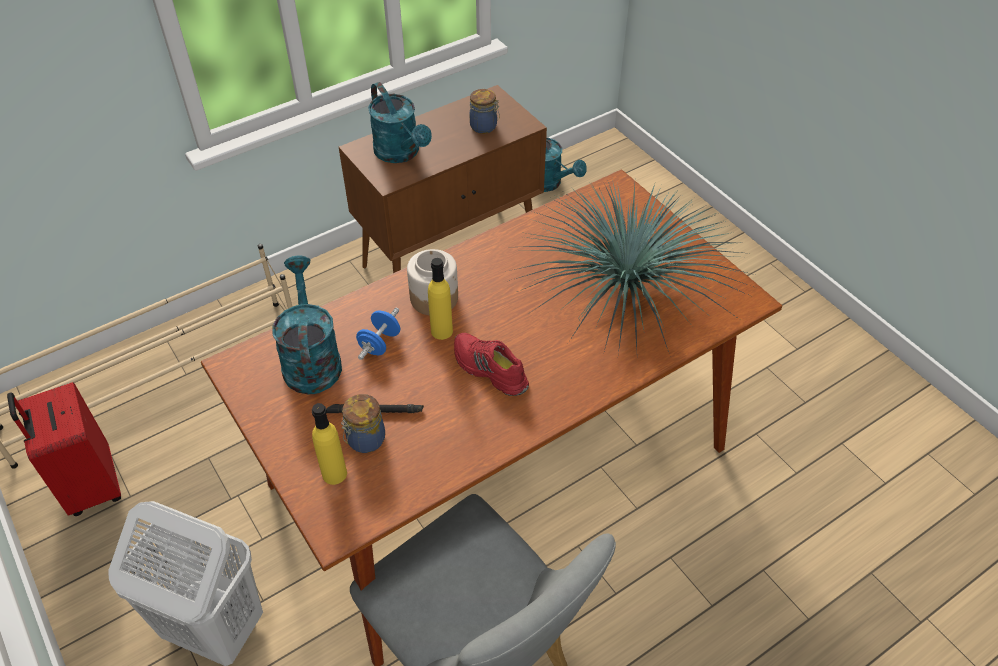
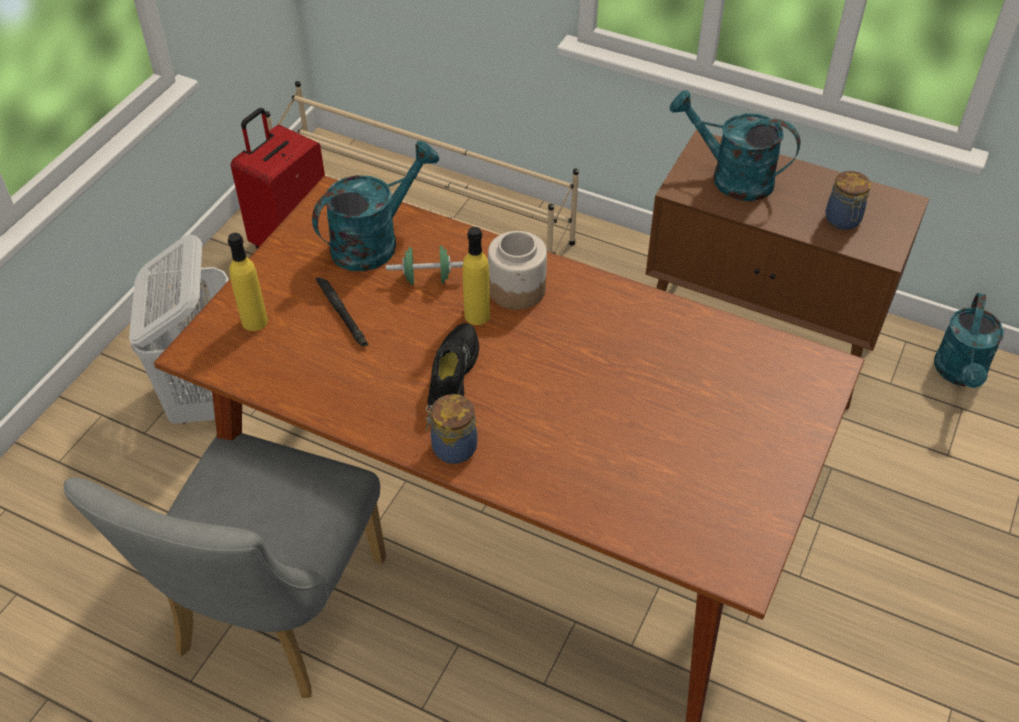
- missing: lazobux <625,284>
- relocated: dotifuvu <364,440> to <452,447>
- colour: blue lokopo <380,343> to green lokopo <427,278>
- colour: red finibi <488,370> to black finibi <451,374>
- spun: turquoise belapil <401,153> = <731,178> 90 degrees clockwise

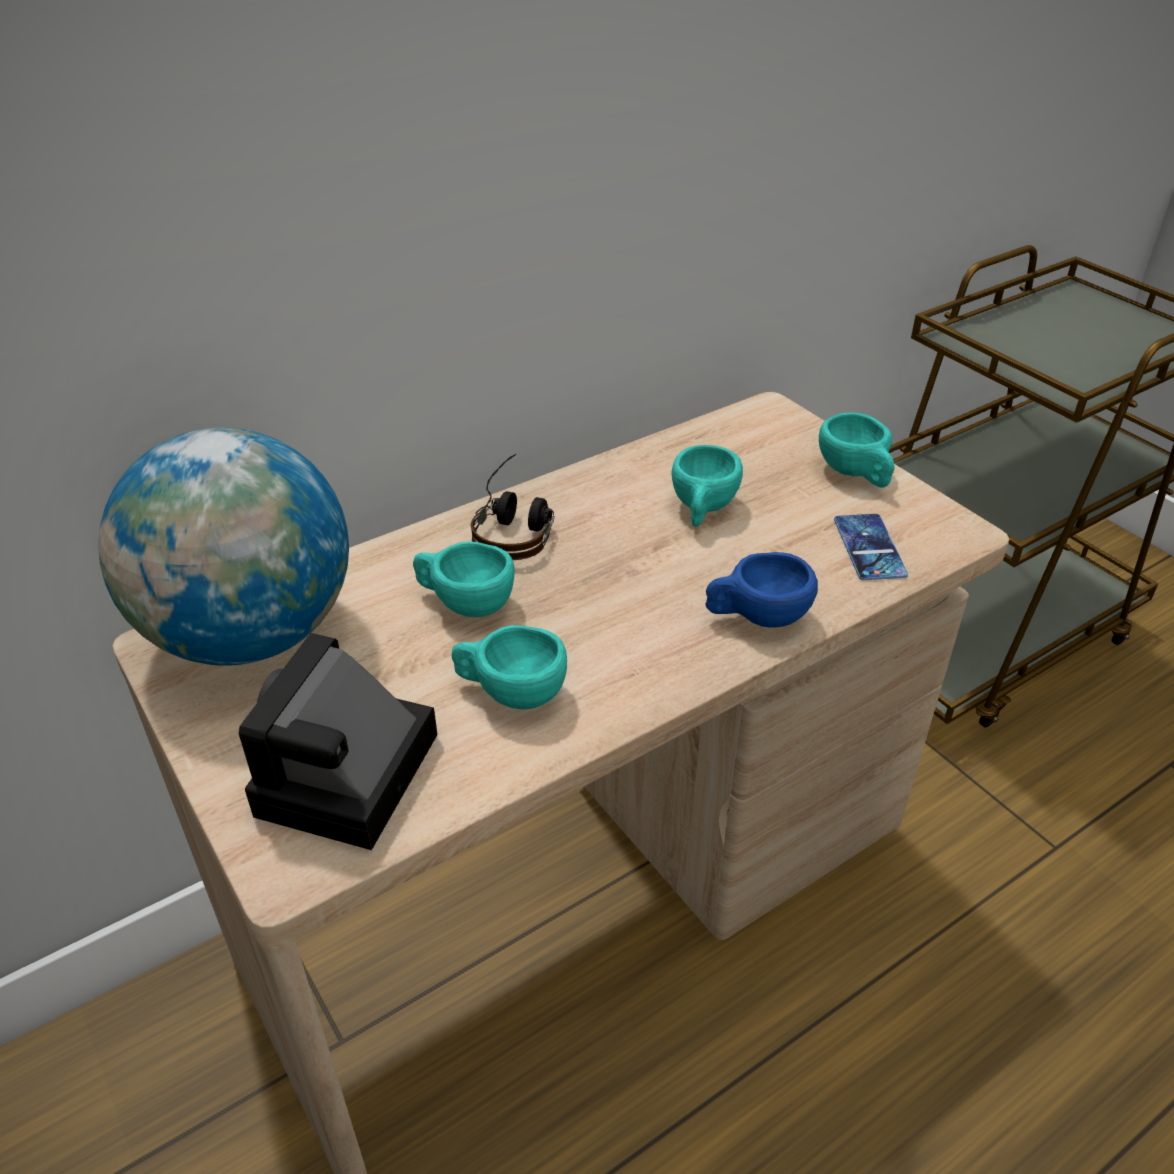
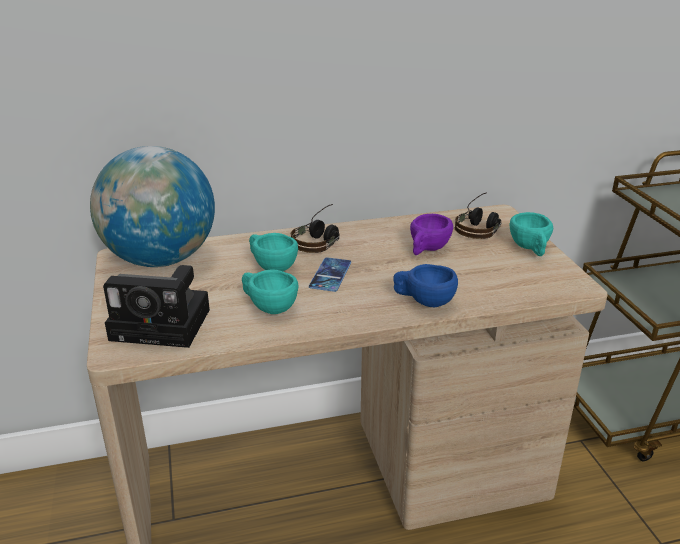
- appeared: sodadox <479,226>
- relocated: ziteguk <869,547> to <330,275>
- colour: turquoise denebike <702,509> to purple denebike <427,250>
- spun: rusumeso <346,781> = <165,324> 120 degrees counterclockwise

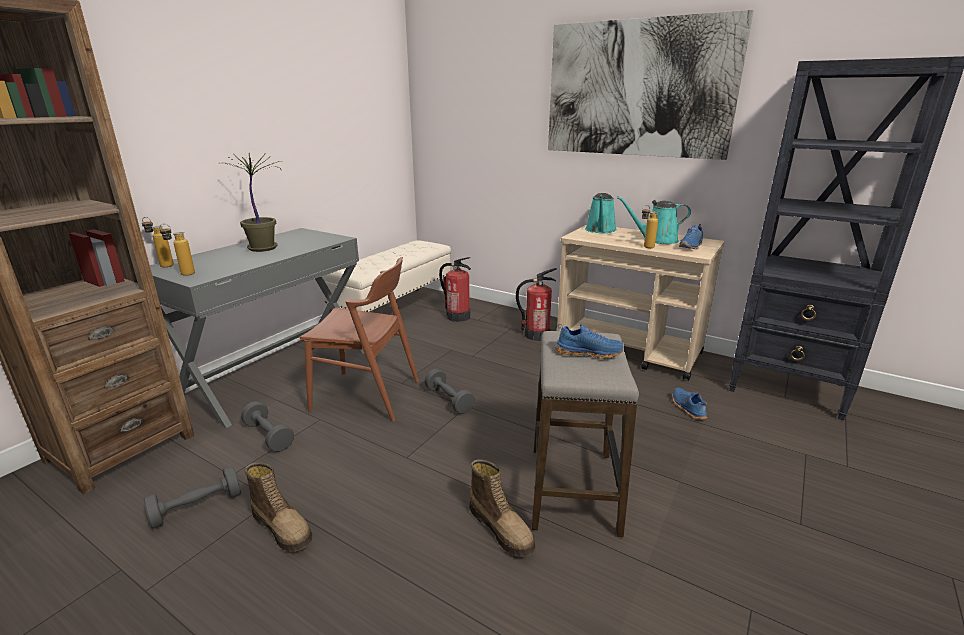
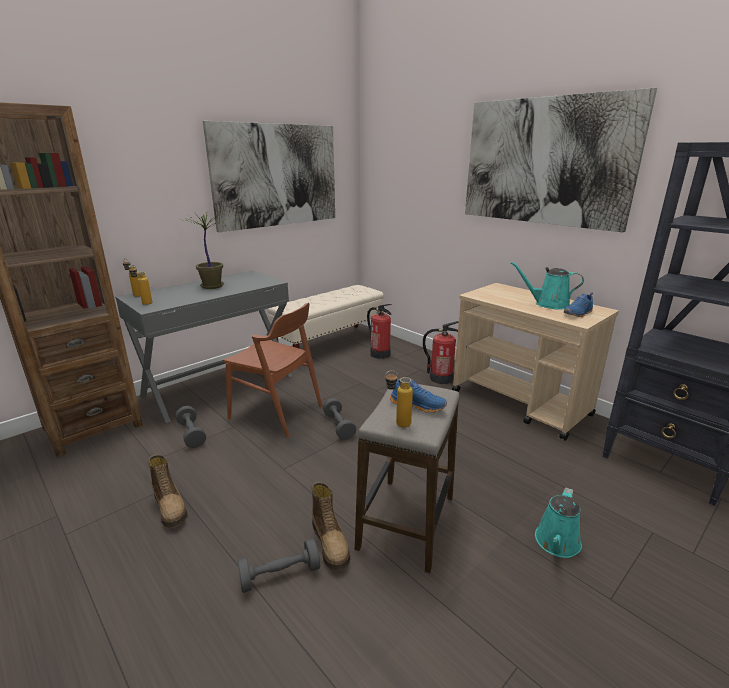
- missing: blue finibi <687,408>
- appeared: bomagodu <276,176>
- relocated: grey lokopo <197,508> to <280,575>
- relocated: turquoise belapil <600,230> to <556,544>
- relocated: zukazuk <645,247> to <397,424>

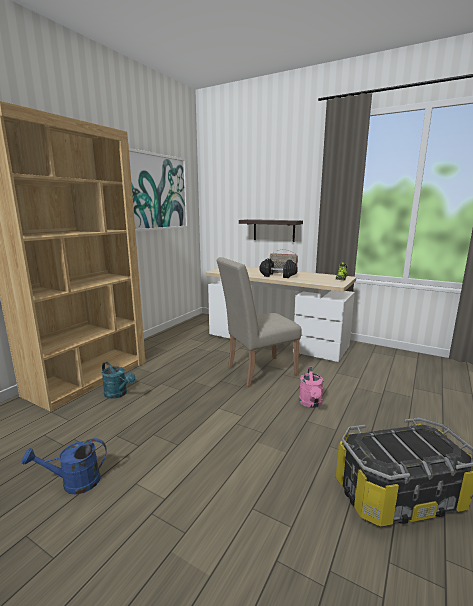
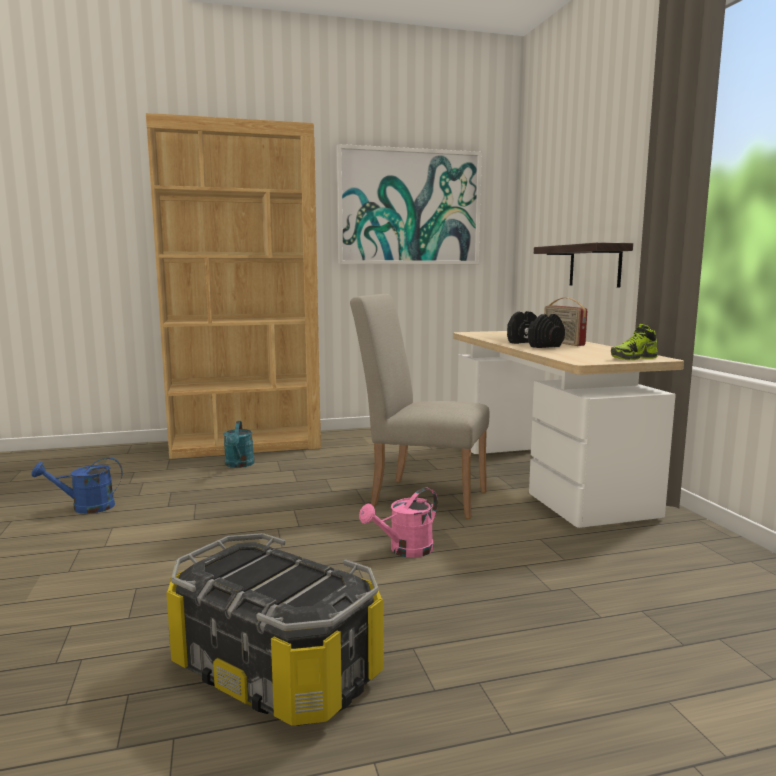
- spun: blue belapil <74,483> = <85,507> 45 degrees counterclockwise

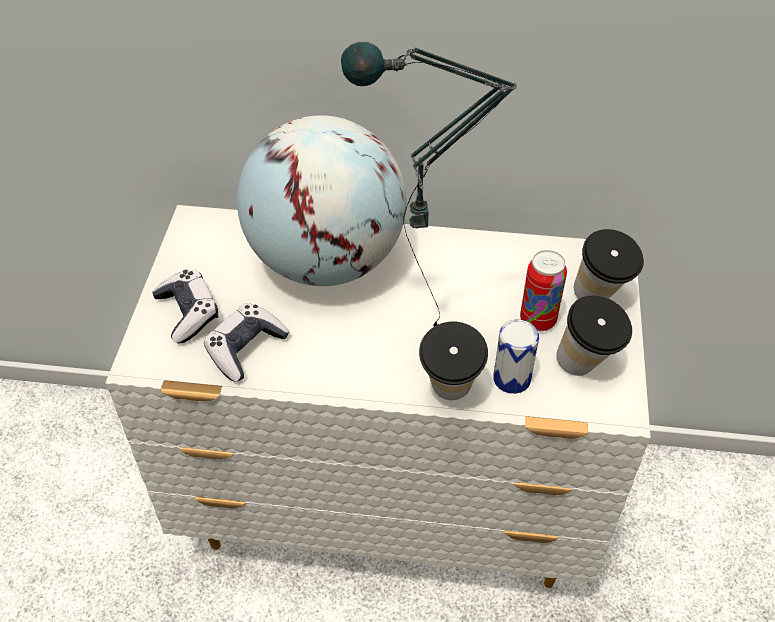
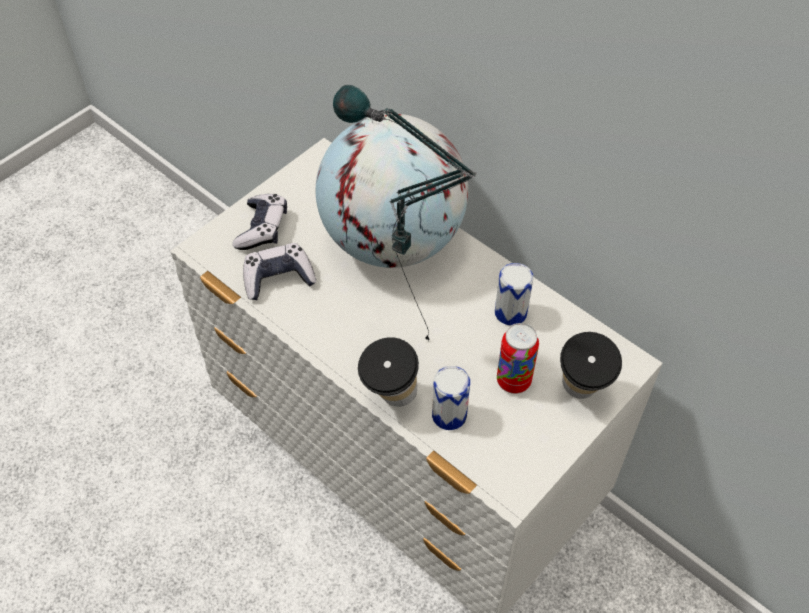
- missing: denebike <585,369>
- appeared: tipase <510,312>

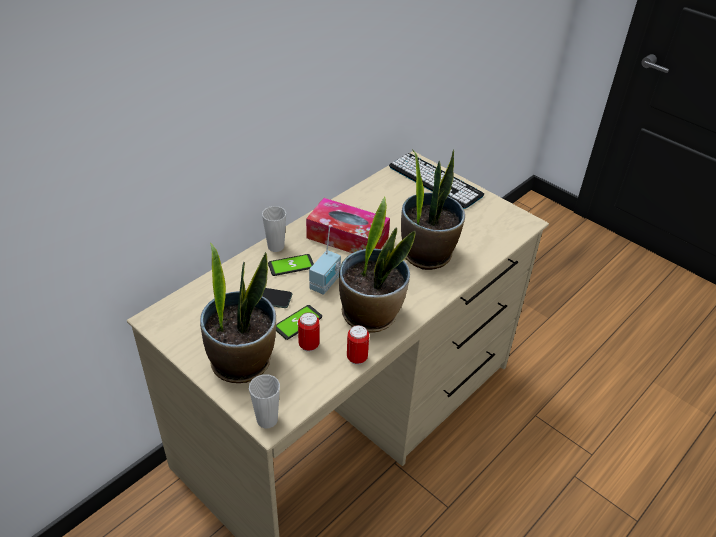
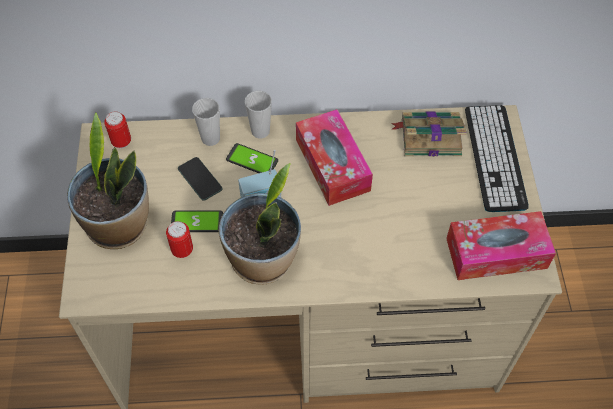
- missing: lazobux <427,254>
- appeared: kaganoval <429,137>
- appeared: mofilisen <496,253>
- relocated: denebike <267,420> to <210,138>
- relocated: tipase <357,358> to <121,142>

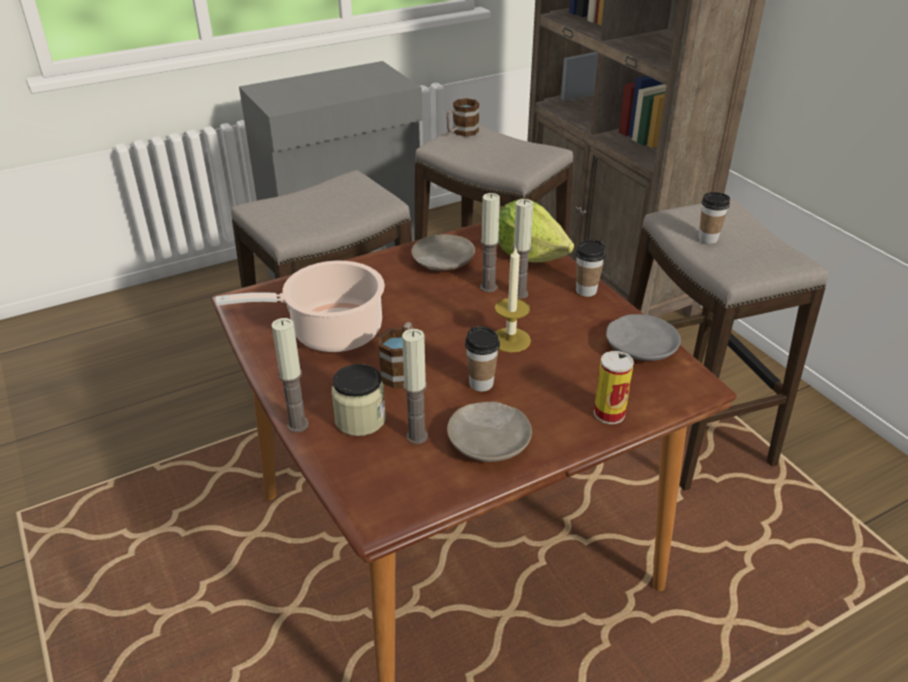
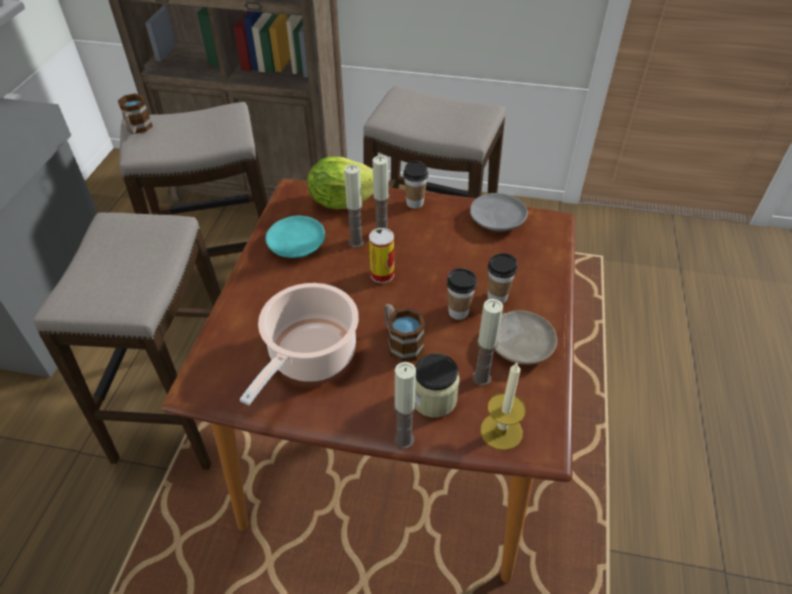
- relocated: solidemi <510,340> to <501,431>
- relocated: tipase <609,413> to <382,274>
- relocated: denebike <708,239> to <497,297>
- colour: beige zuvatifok <442,262> to turquoise zuvatifok <296,245>

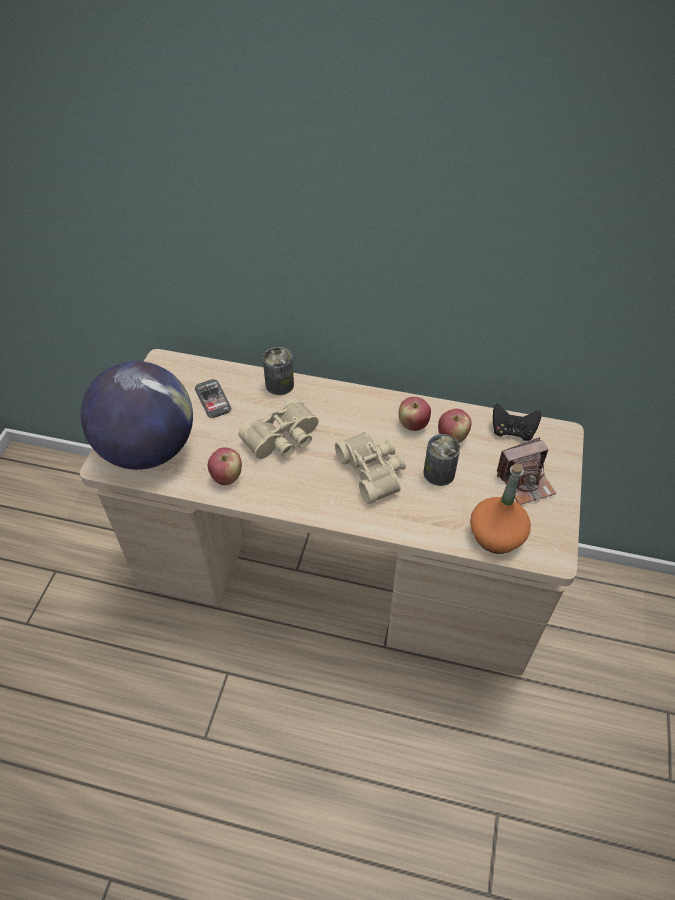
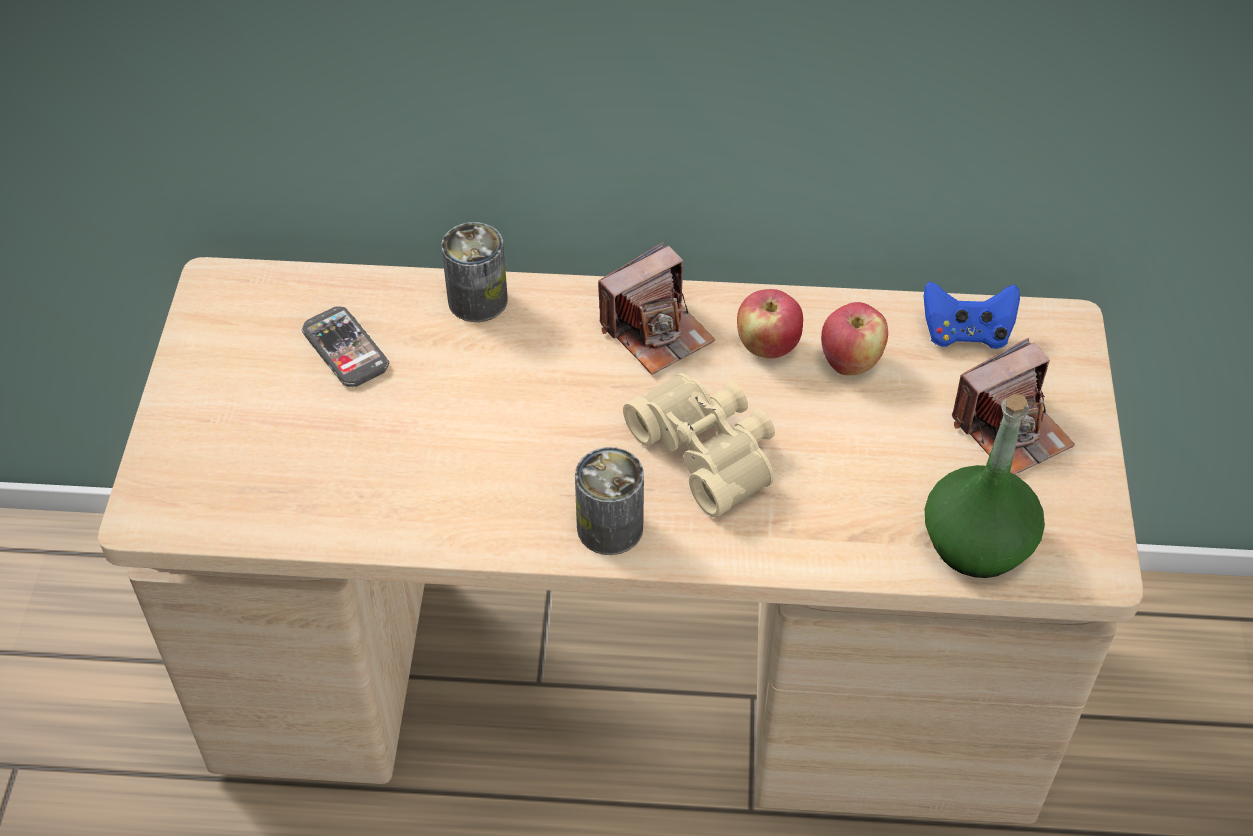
- missing: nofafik <148,449>
- missing: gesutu <227,477>
- missing: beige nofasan <283,440>
- appeared: rusumeso <656,331>
- relocated: tipase <439,473> to <610,527>
- colour: orange zukazuk <496,535> to green zukazuk <976,543>
- colour: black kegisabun <512,431> to blue kegisabun <966,333>

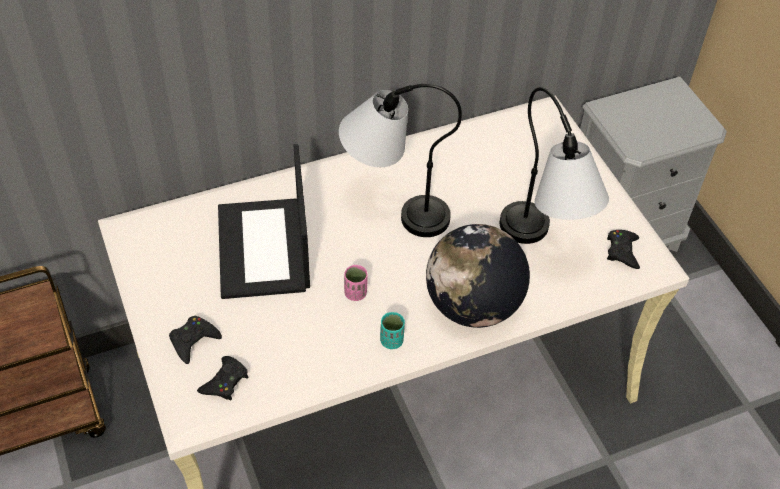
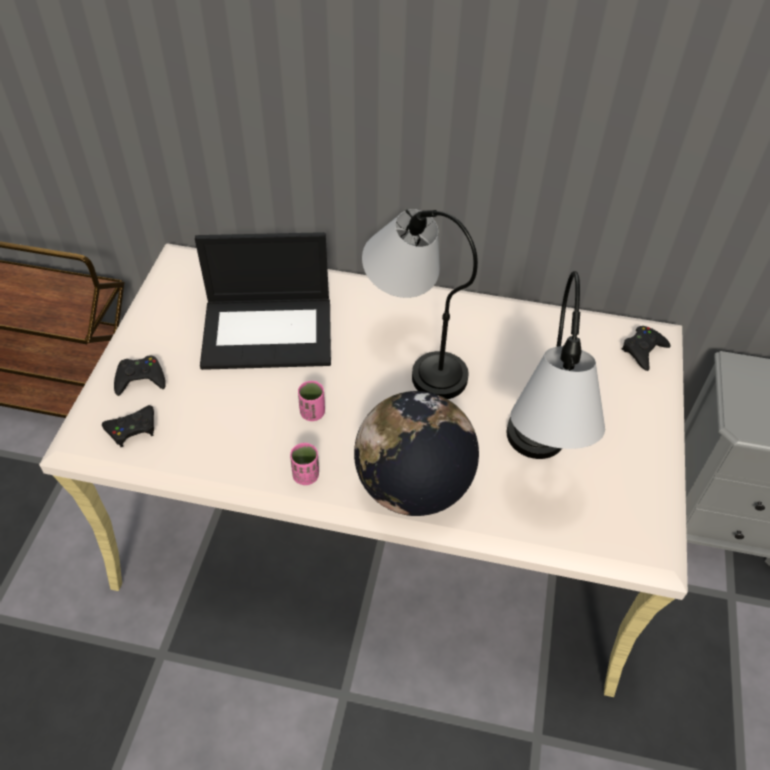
- relocated: black kegisabun <622,251> to <643,350>
- colour: turquoise denebike <391,341> to pink denebike <306,475>
- spun: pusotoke <264,249> = <269,332> 120 degrees counterclockwise

